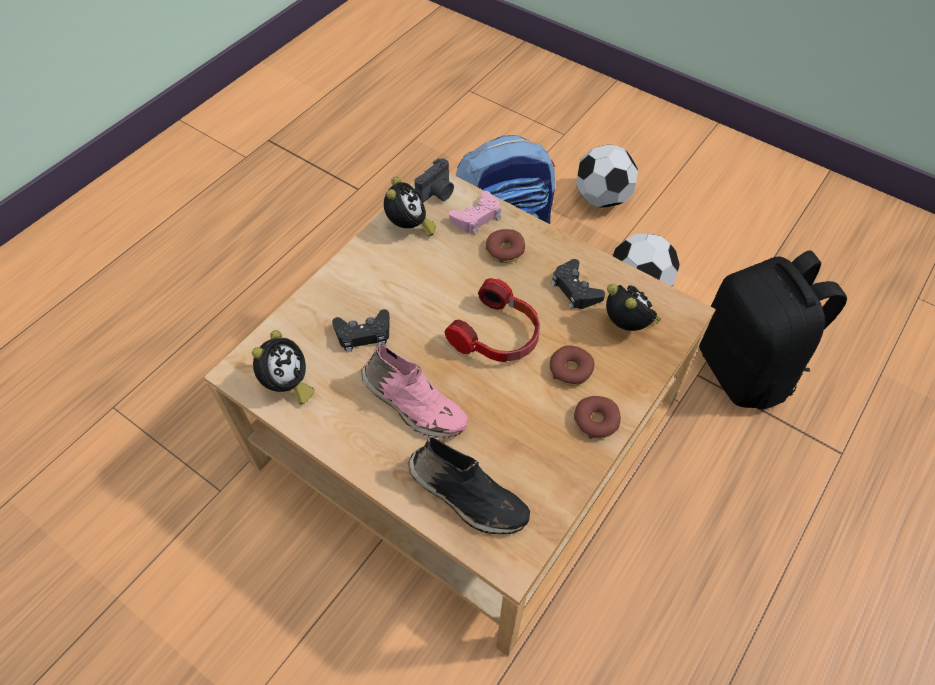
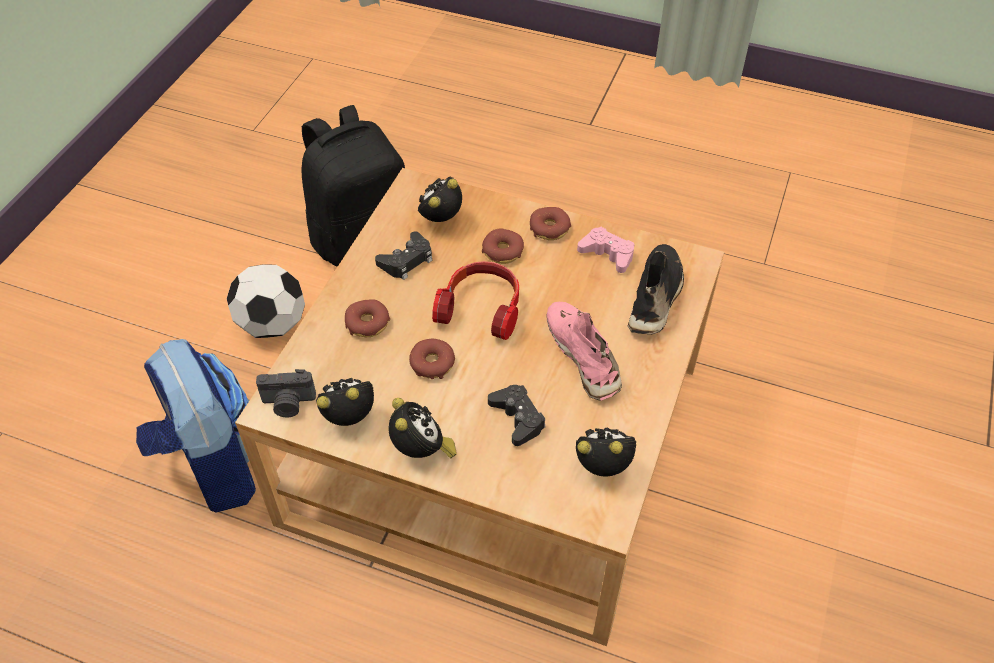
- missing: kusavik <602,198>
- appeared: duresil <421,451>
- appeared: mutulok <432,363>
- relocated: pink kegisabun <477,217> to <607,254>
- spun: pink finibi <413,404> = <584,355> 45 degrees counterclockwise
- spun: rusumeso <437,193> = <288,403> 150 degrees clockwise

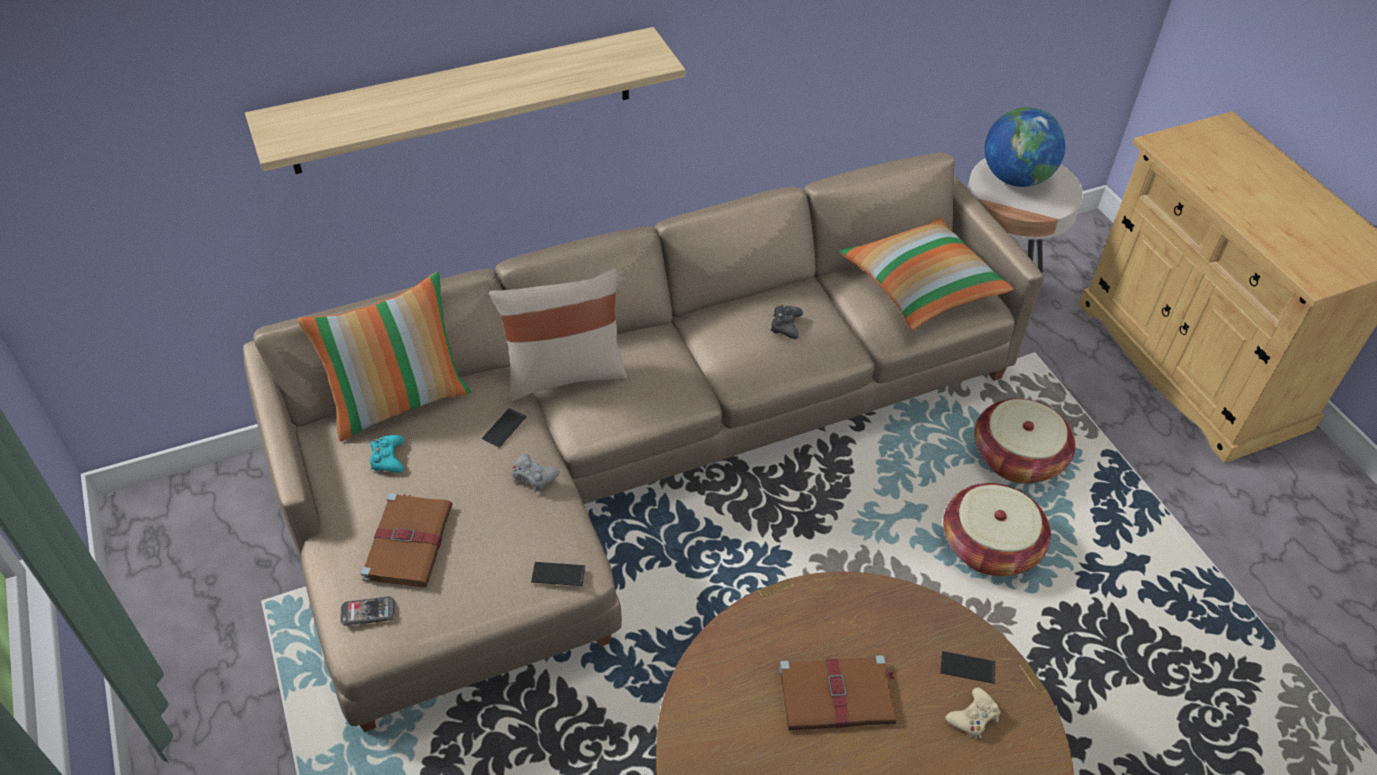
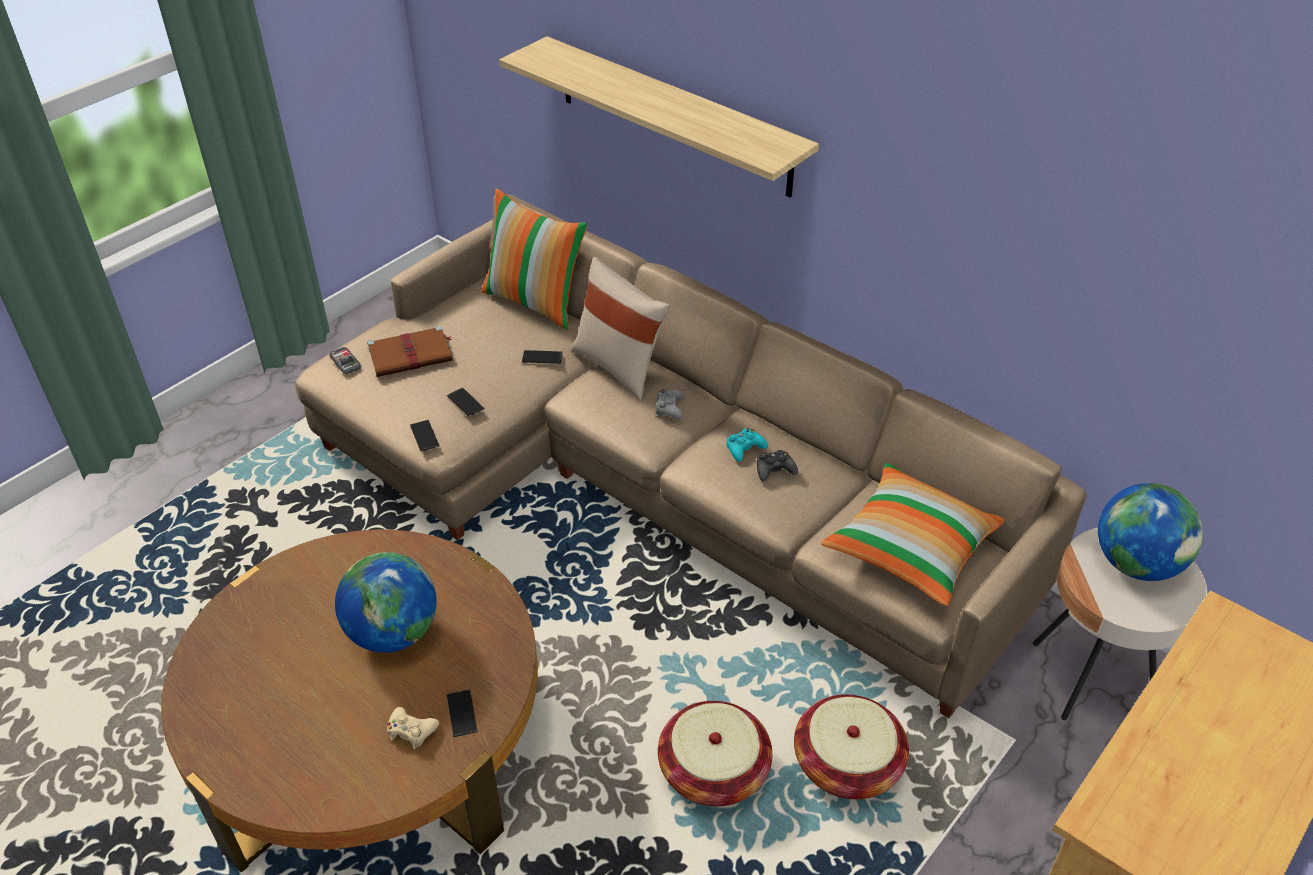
- appeared: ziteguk <465,402>
- relocated: turquoise kegisabun <388,458> to <744,448>
- relocated: grey kegisabun <533,476> to <669,408>
- exchanged: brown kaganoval <838,695> to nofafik <393,633>

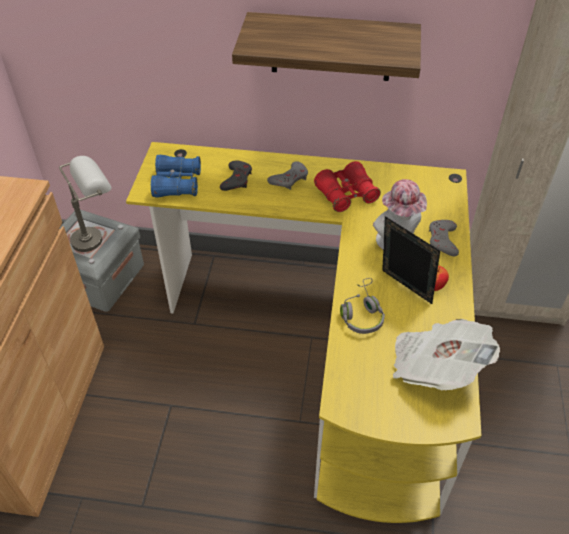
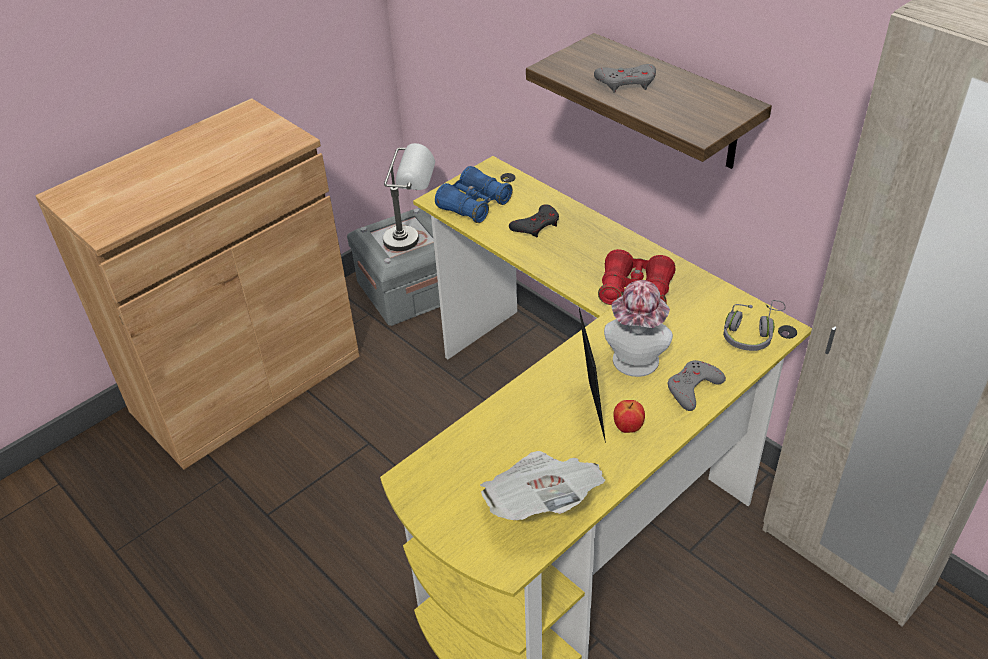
- relocated: grey kegisabun <289,179> to <626,82>
- relocated: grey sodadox <361,313> to <751,333>

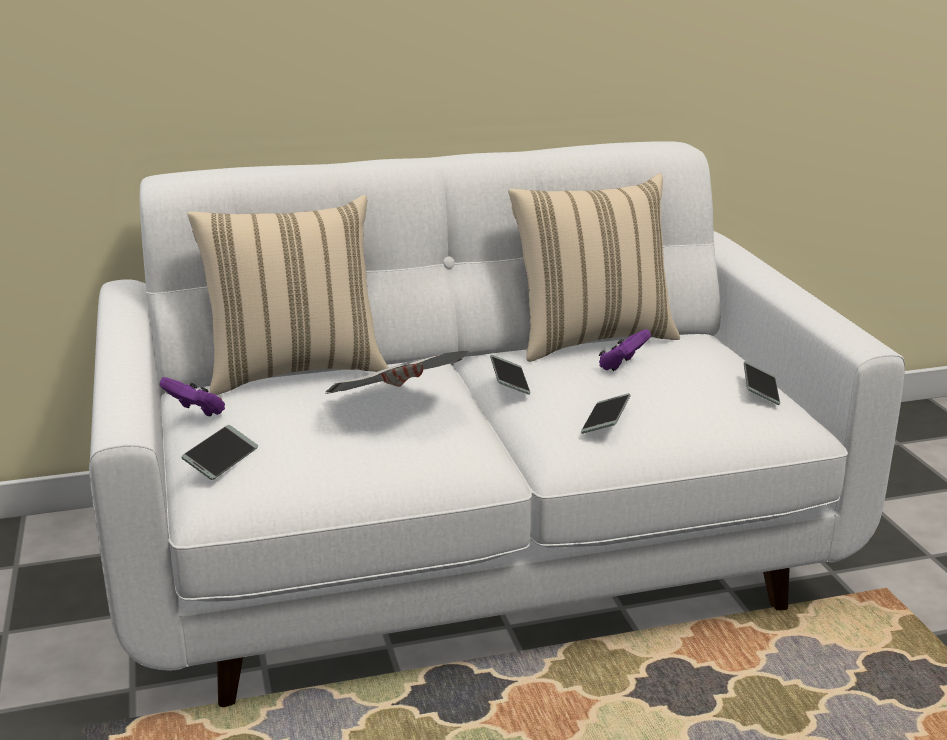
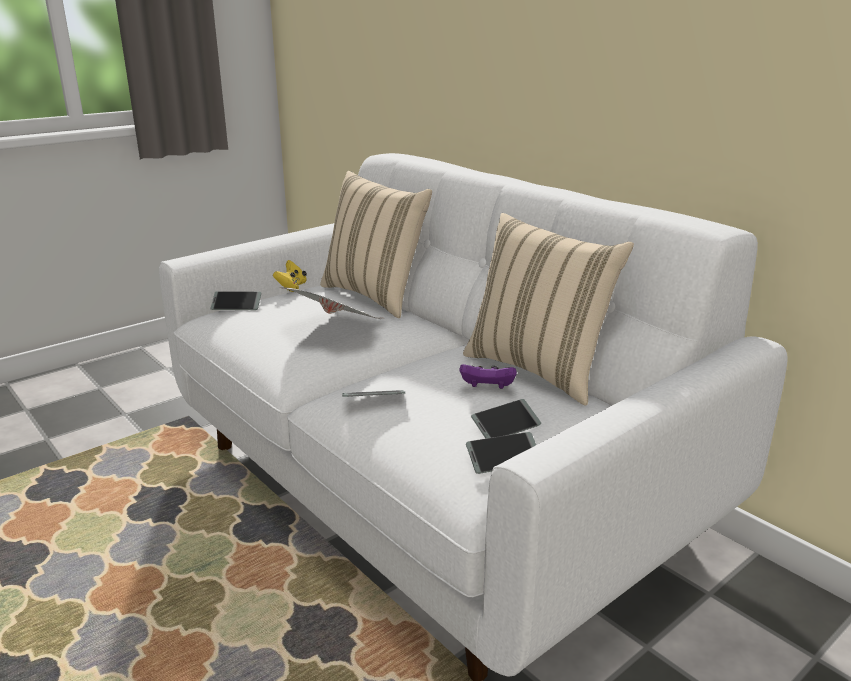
- relocated: ziteguk <509,381> to <506,426>
- colour: purple kegisabun <196,413> to yellow kegisabun <291,287>

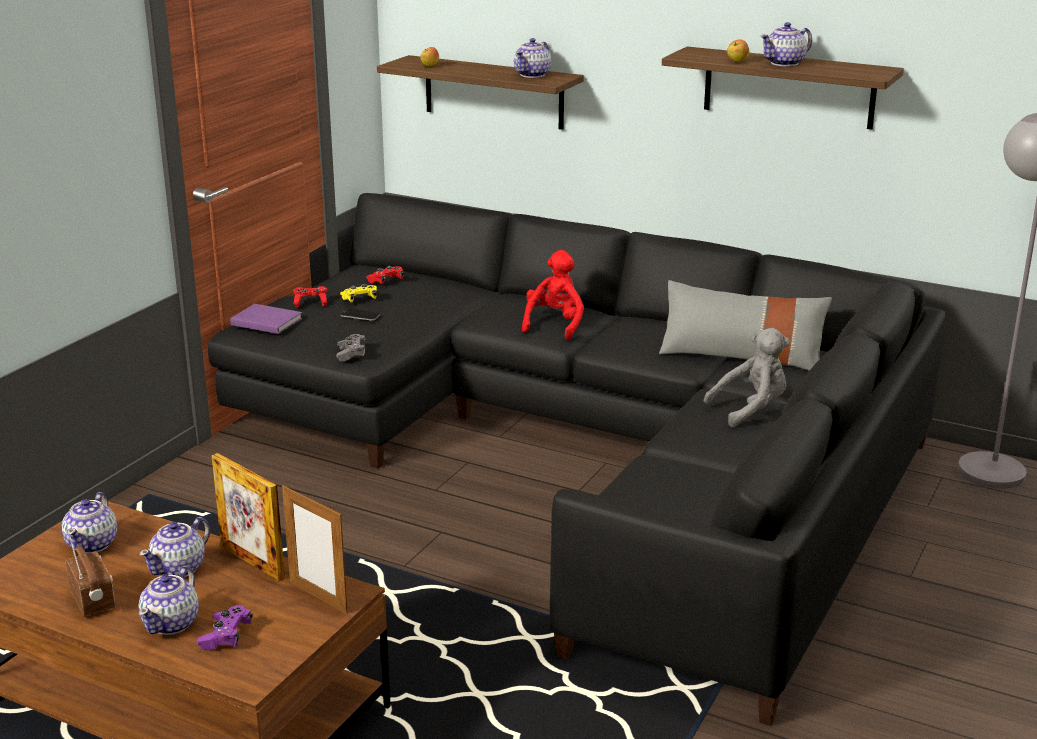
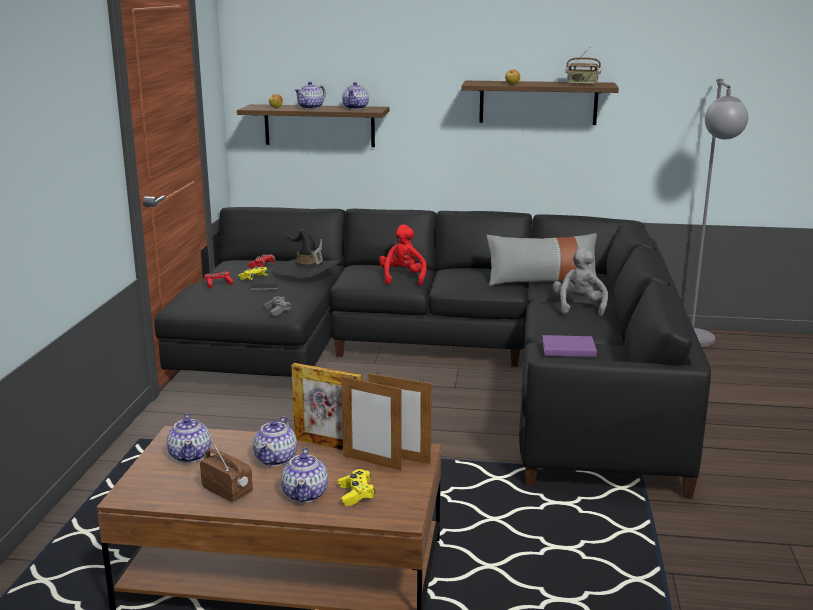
- appeared: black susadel <306,271>
- appeared: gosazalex <372,462>
- appeared: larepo <582,84>
- relocated: purple kaganoval <265,321> to <566,348>
- relocated: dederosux <785,63> to <311,107>
- colour: purple kegisabun <226,637> to yellow kegisabun <356,494>
- spun: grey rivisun <751,409> = <579,307> 45 degrees counterclockwise

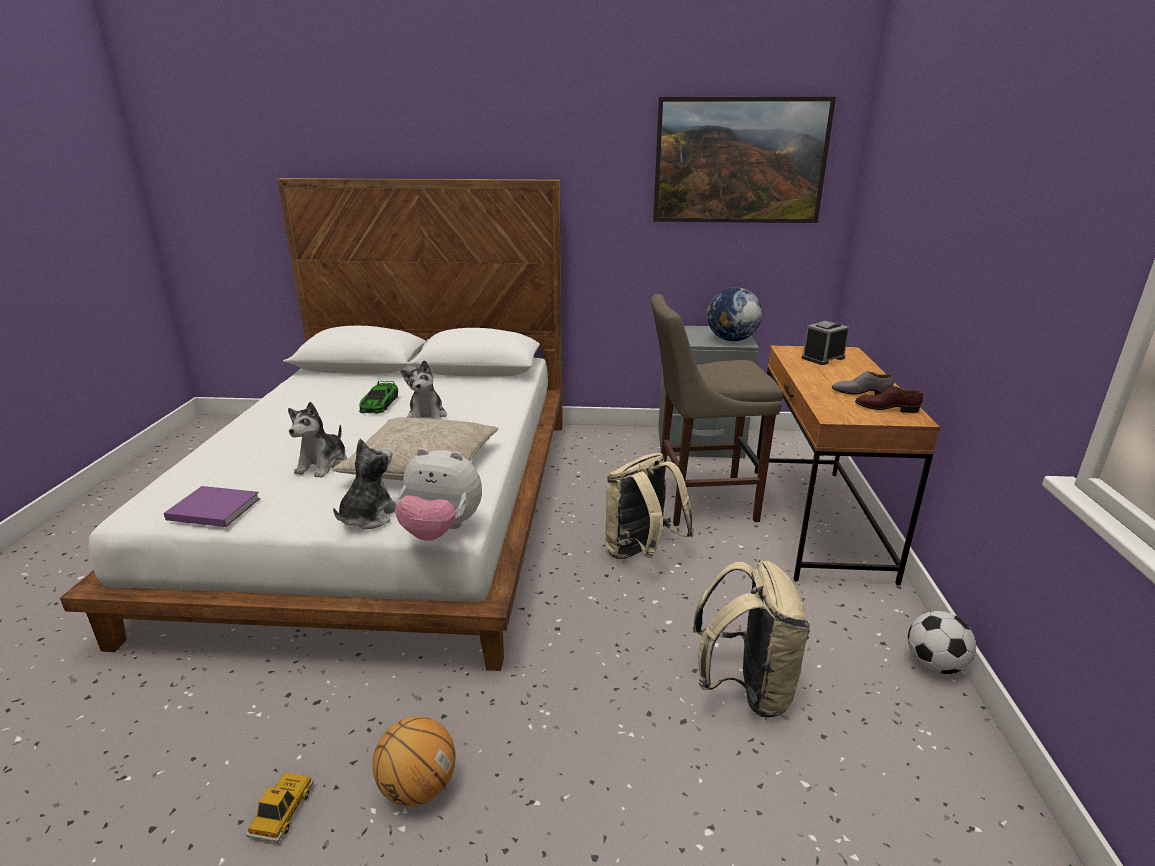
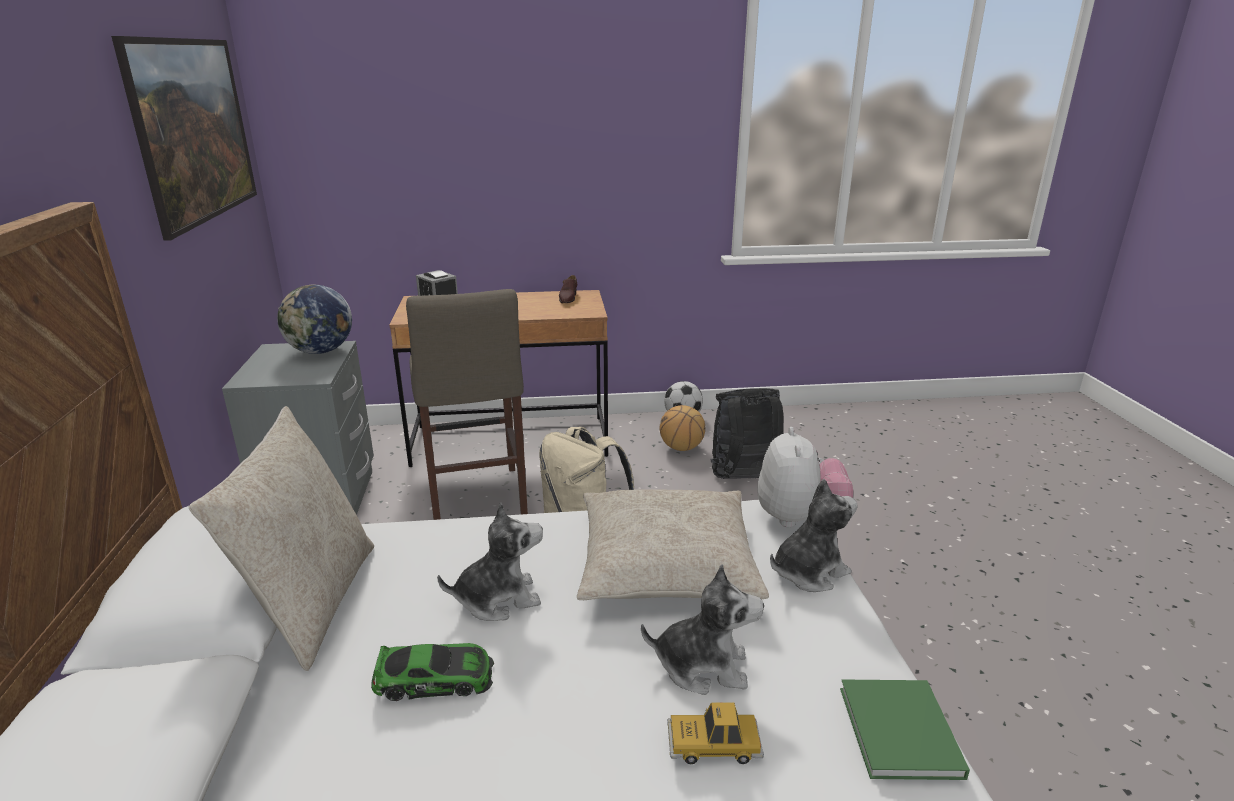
- missing: grey finibi <860,392>
- appeared: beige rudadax <311,602>
- relocated: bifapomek <282,811> to <713,744>
- relocated: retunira <417,787> to <681,448>
- colour: purple kaganoval <212,508> to green kaganoval <900,734>
- colour: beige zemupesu <746,689> to black zemupesu <743,480>
- spun: rivisun <368,516> = <808,572> 135 degrees clockwise

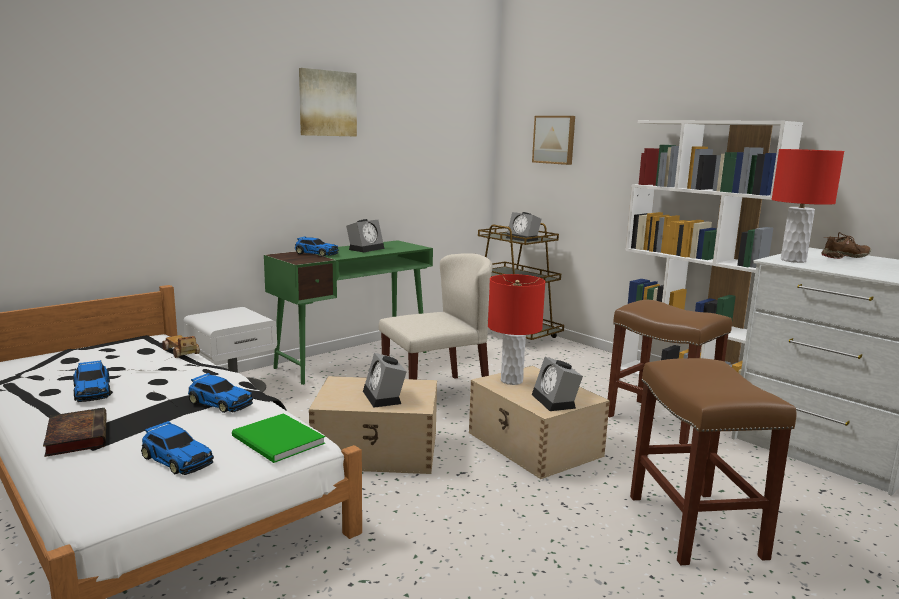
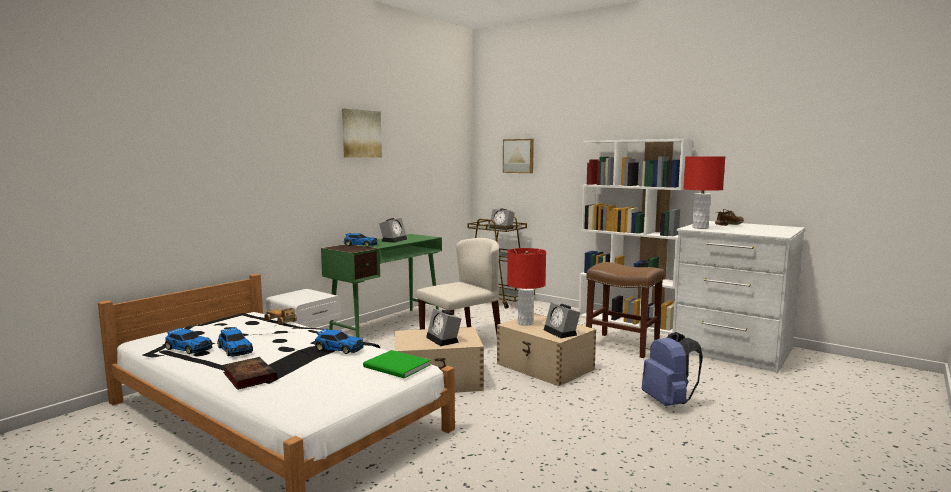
- relocated: bifapomek <177,459> to <188,348>
- exchanged: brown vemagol <696,527> to blue zemupesu <669,402>

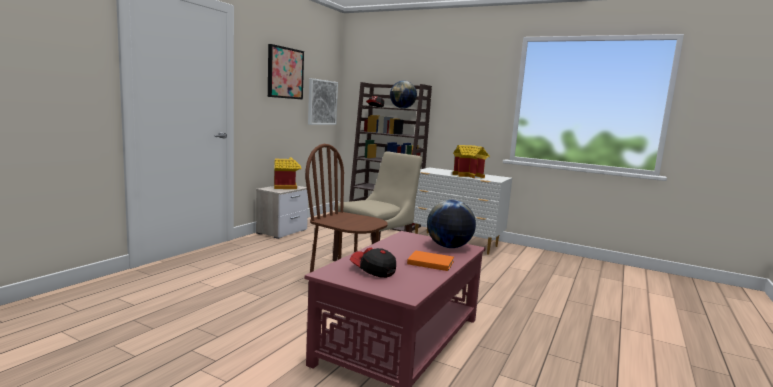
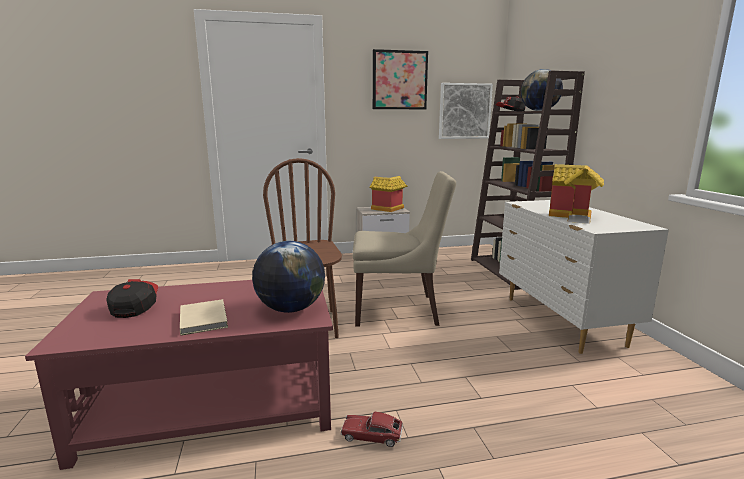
- appeared: bifapomek <372,435>
- colour: orange kaganoval <429,262> to beige kaganoval <204,318>

